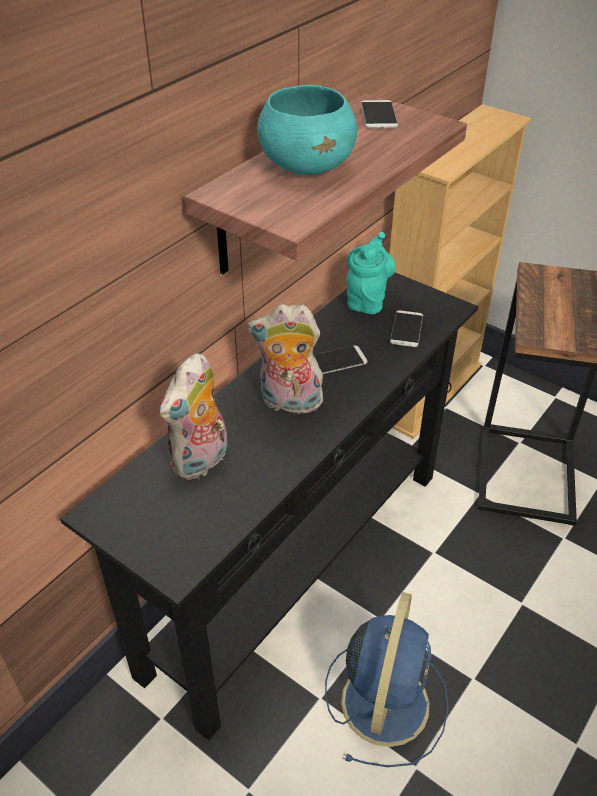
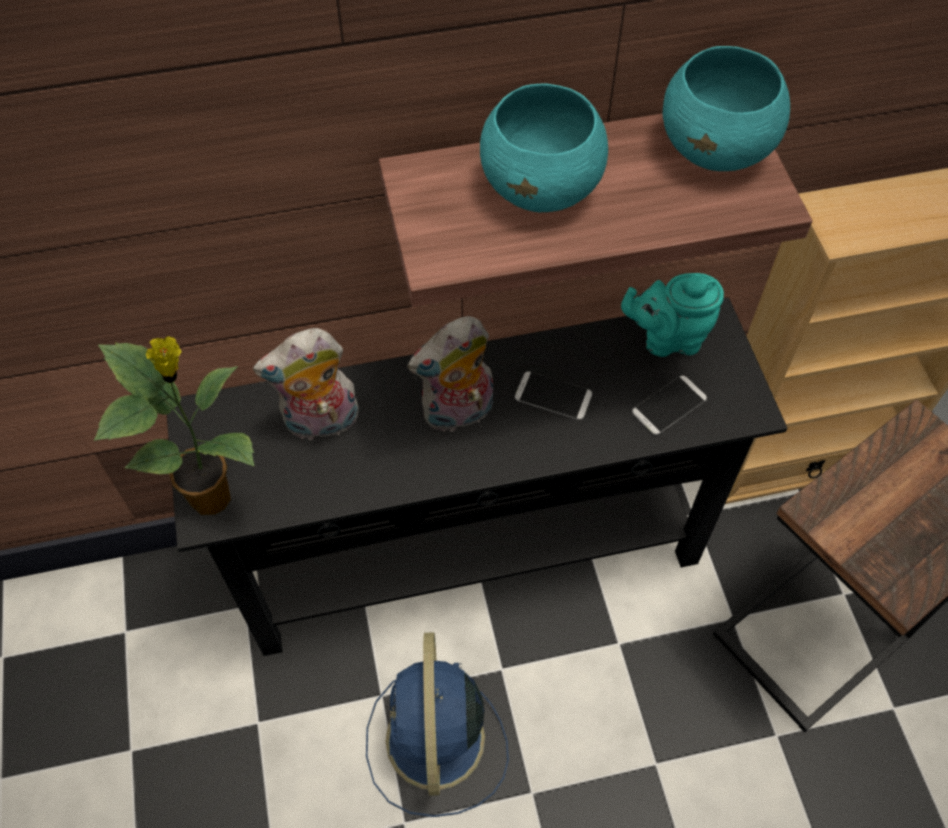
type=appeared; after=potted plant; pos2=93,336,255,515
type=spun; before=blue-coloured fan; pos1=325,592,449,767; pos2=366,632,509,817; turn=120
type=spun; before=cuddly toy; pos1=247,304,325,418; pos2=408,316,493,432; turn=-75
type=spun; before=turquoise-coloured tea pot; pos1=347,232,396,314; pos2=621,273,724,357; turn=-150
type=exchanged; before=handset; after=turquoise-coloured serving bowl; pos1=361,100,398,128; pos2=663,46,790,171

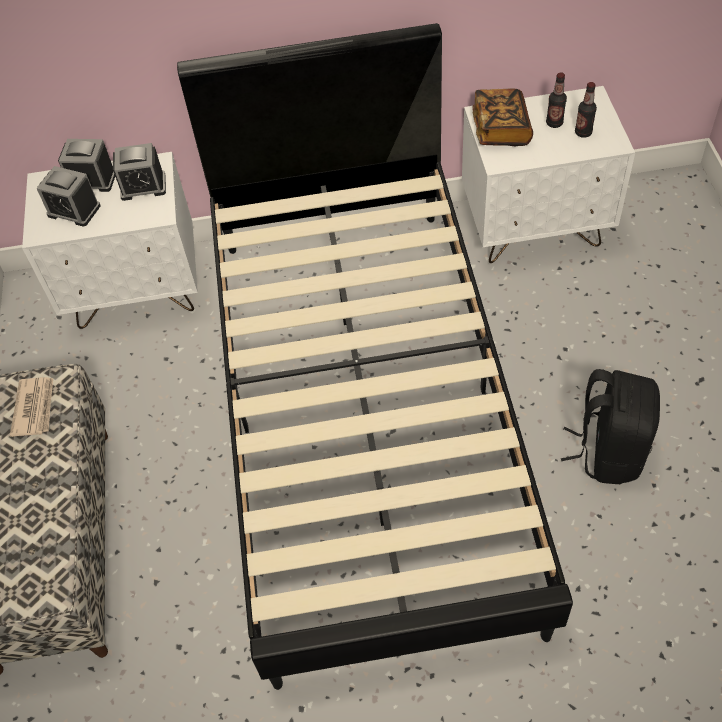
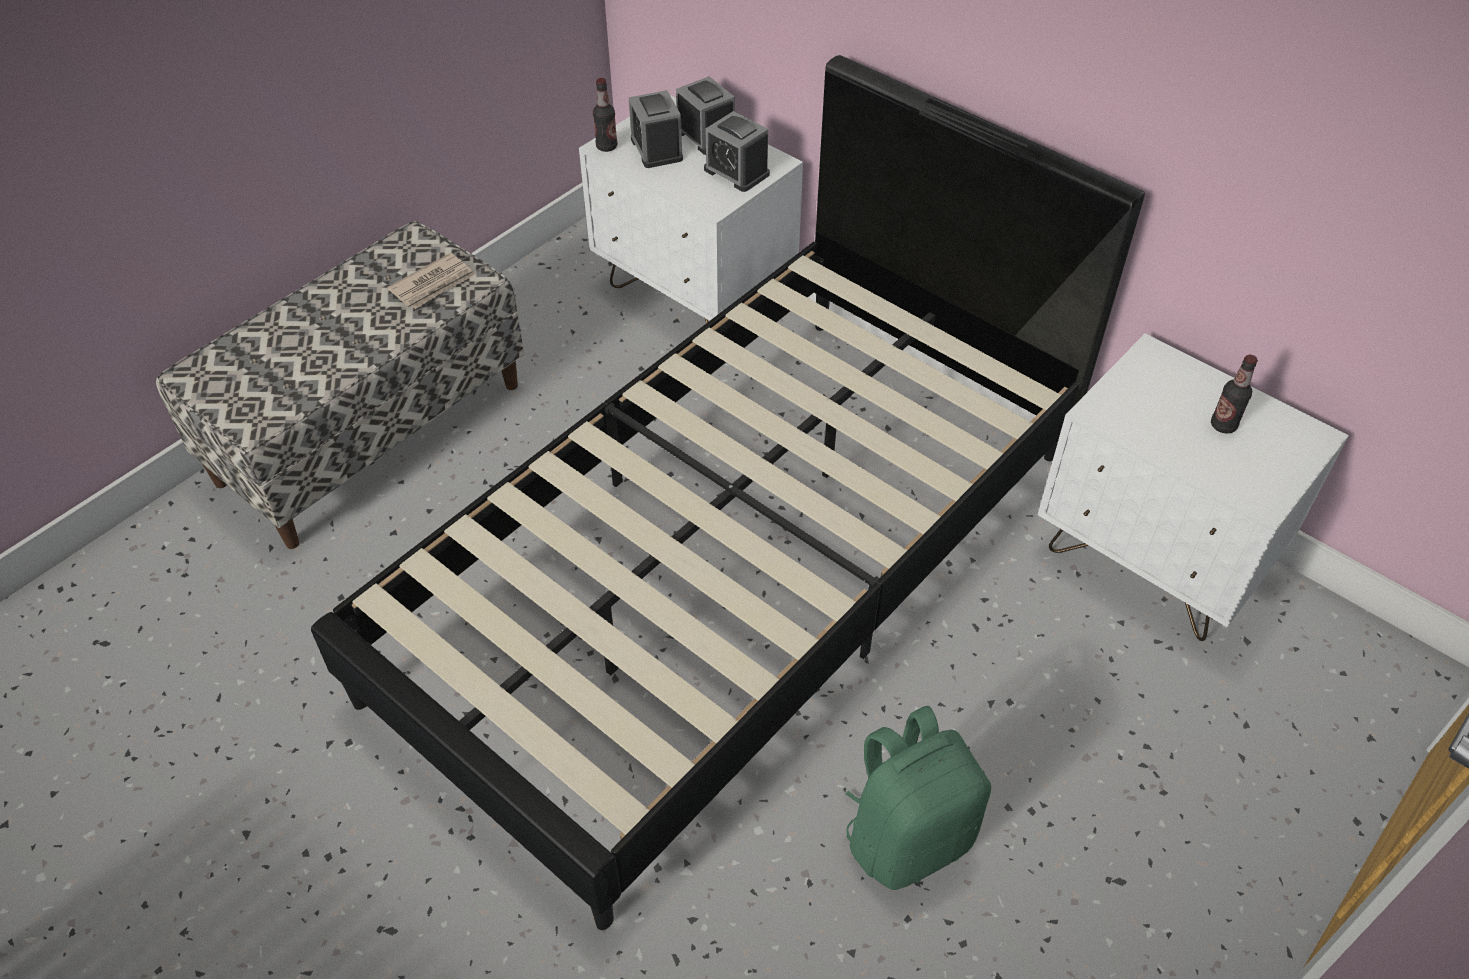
type=relocated; before=drink bottle; pos1=575,82,597,138; pos2=593,78,617,152
type=colour; before=black-coloured backpack; after=green-coloured backpack; pos1=561,369,660,484; pos2=845,706,991,890
type=missing; before=book; pos1=472,89,533,146

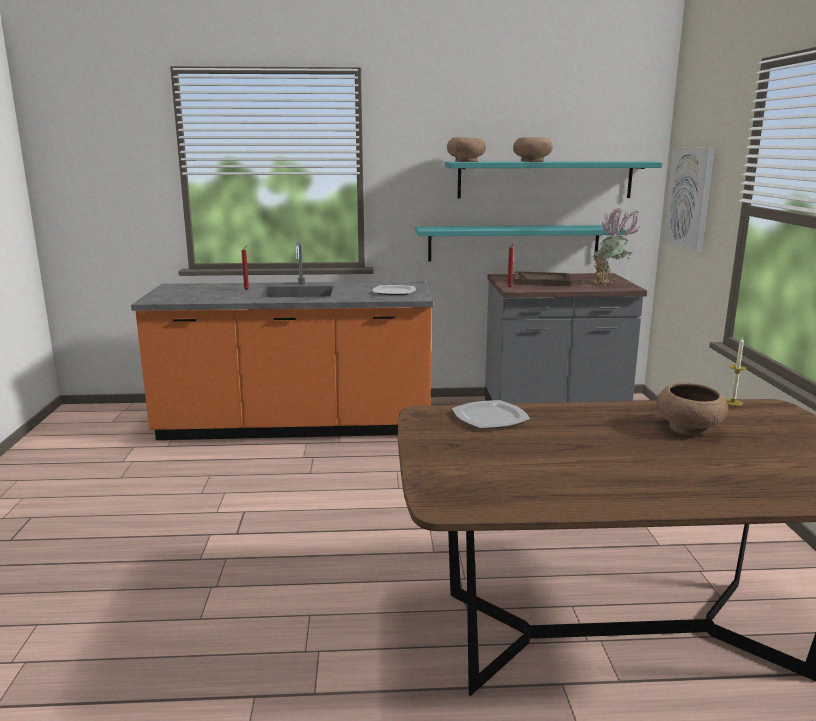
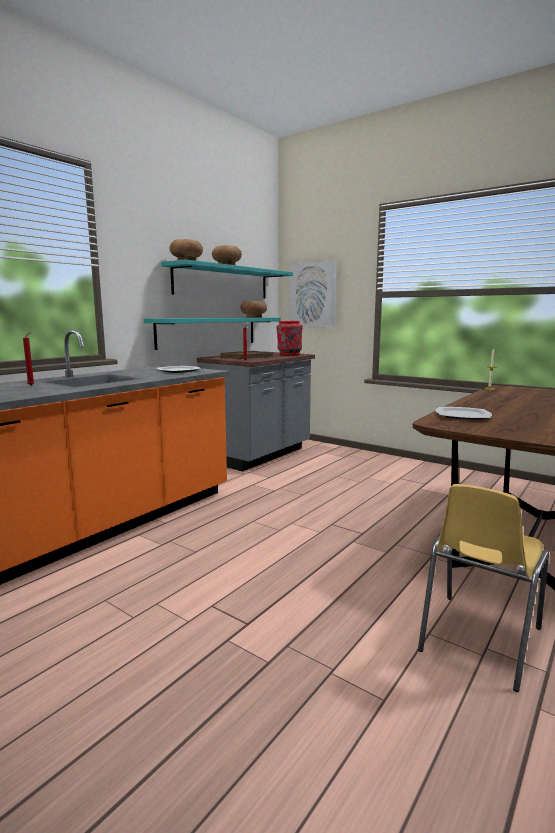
type=relocated; before=brown-coloured serving bowl; pos1=656,383,728,435; pos2=240,301,267,318
type=exchanged; before=potted plant; after=red decorative vase; pos1=592,208,639,285; pos2=276,321,303,355
type=appeared; after=yellowish plain chair; pos2=418,484,549,692

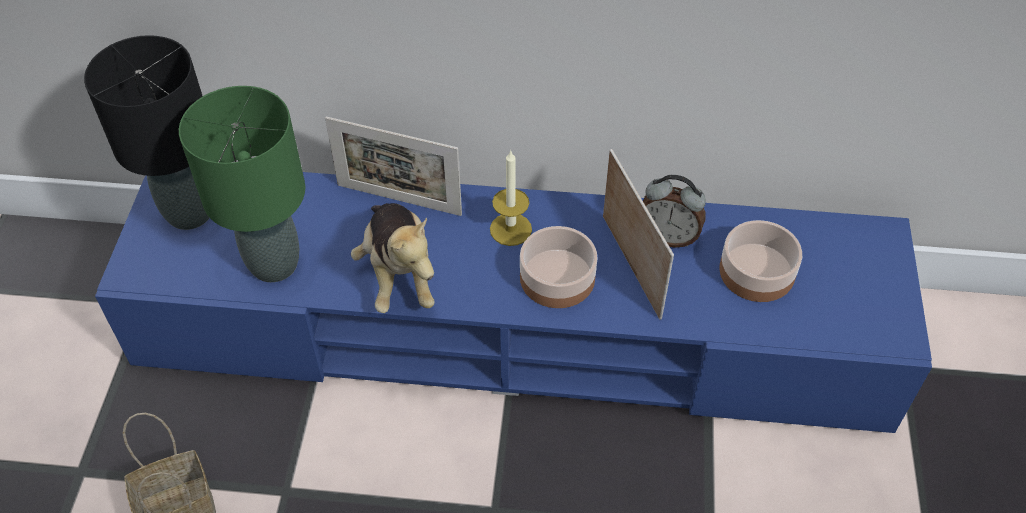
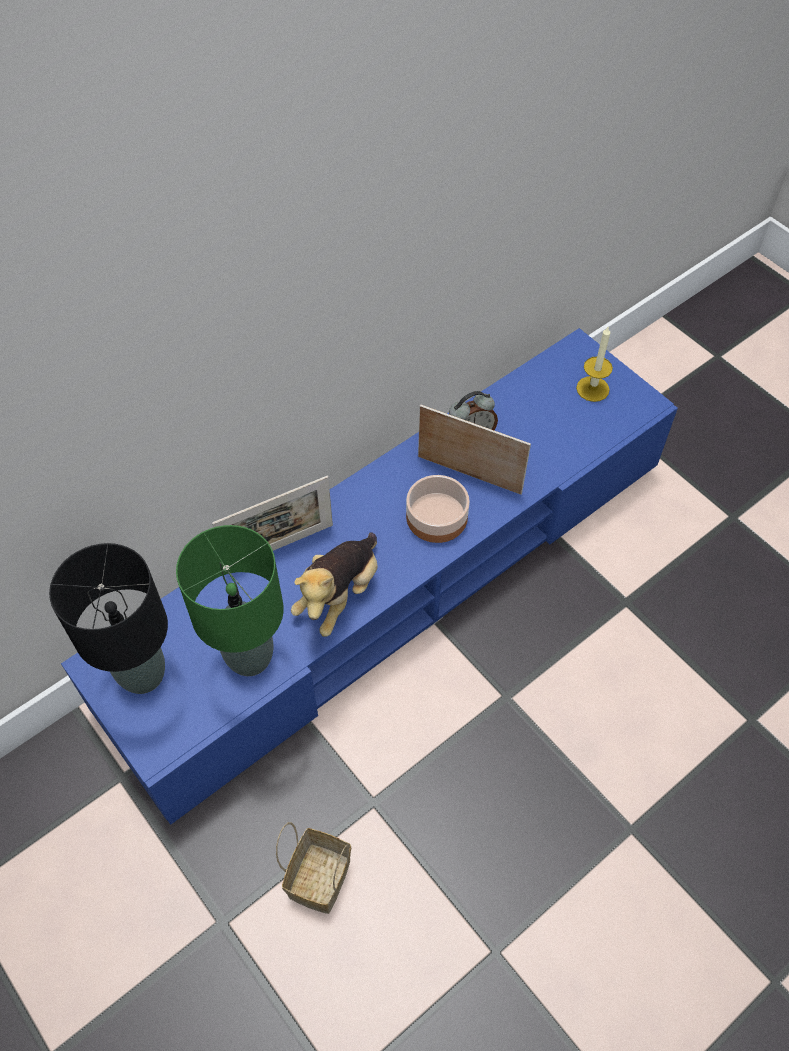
type=spun; before=cuddly toy; pos1=351,203,435,313; pos2=291,532,378,637; turn=90
type=relocated; before=candle; pos1=490,150,532,246; pos2=576,327,613,402
type=missing; before=serving bowl; pos1=719,220,802,302

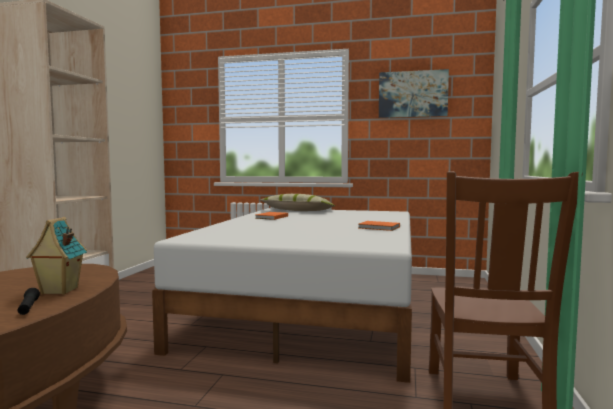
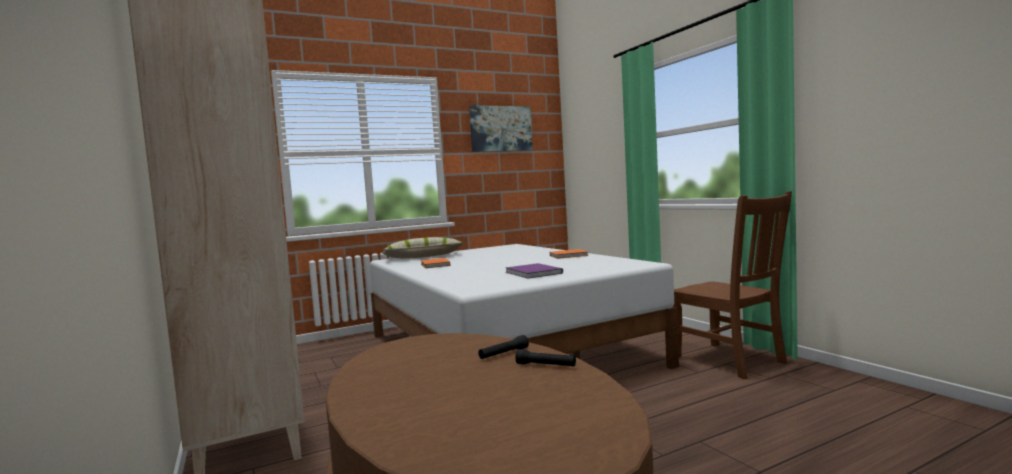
type=exchanged; before=toy house; after=black-coloured flashlight; pos1=26,217,87,295; pos2=478,335,529,359
type=appeared; after=purple-coloured book; pos2=506,263,563,279

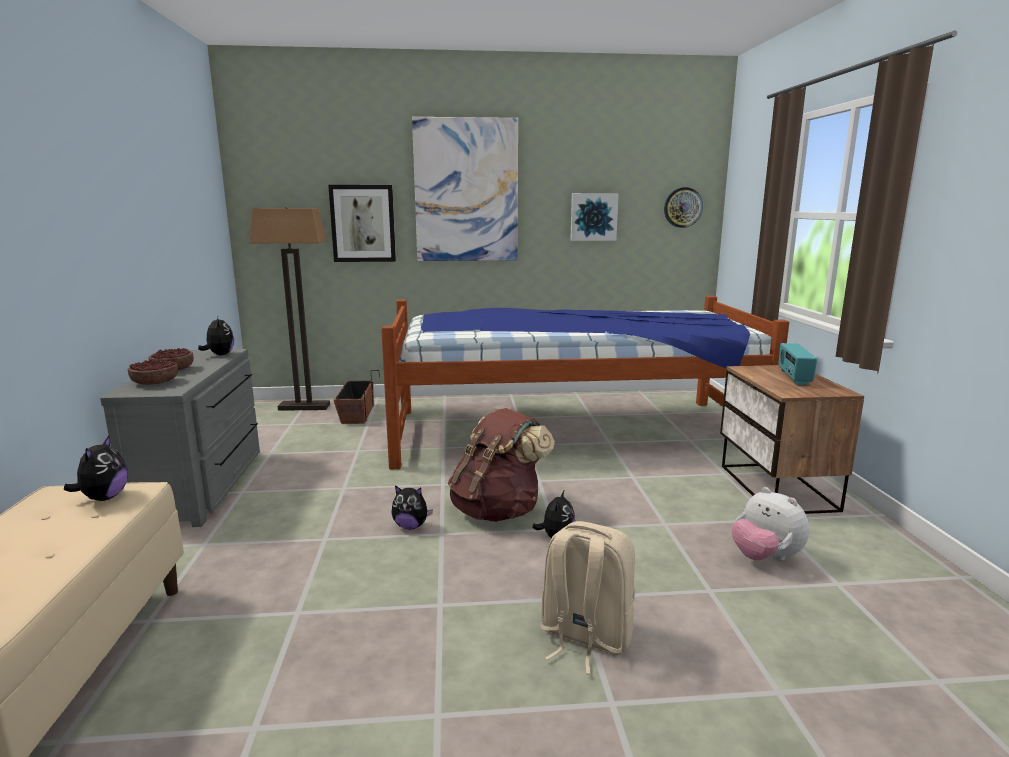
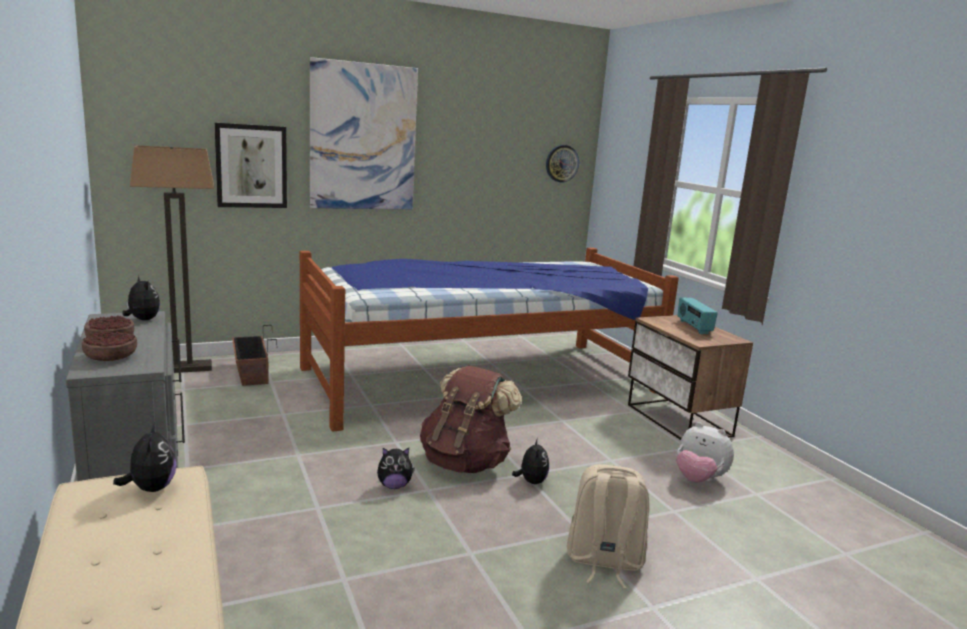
type=missing; before=wall art; pos1=570,193,619,241

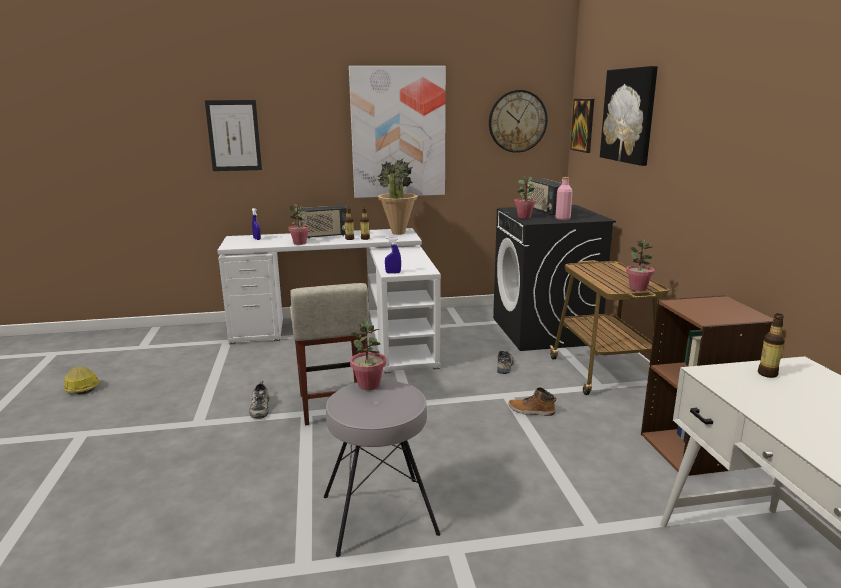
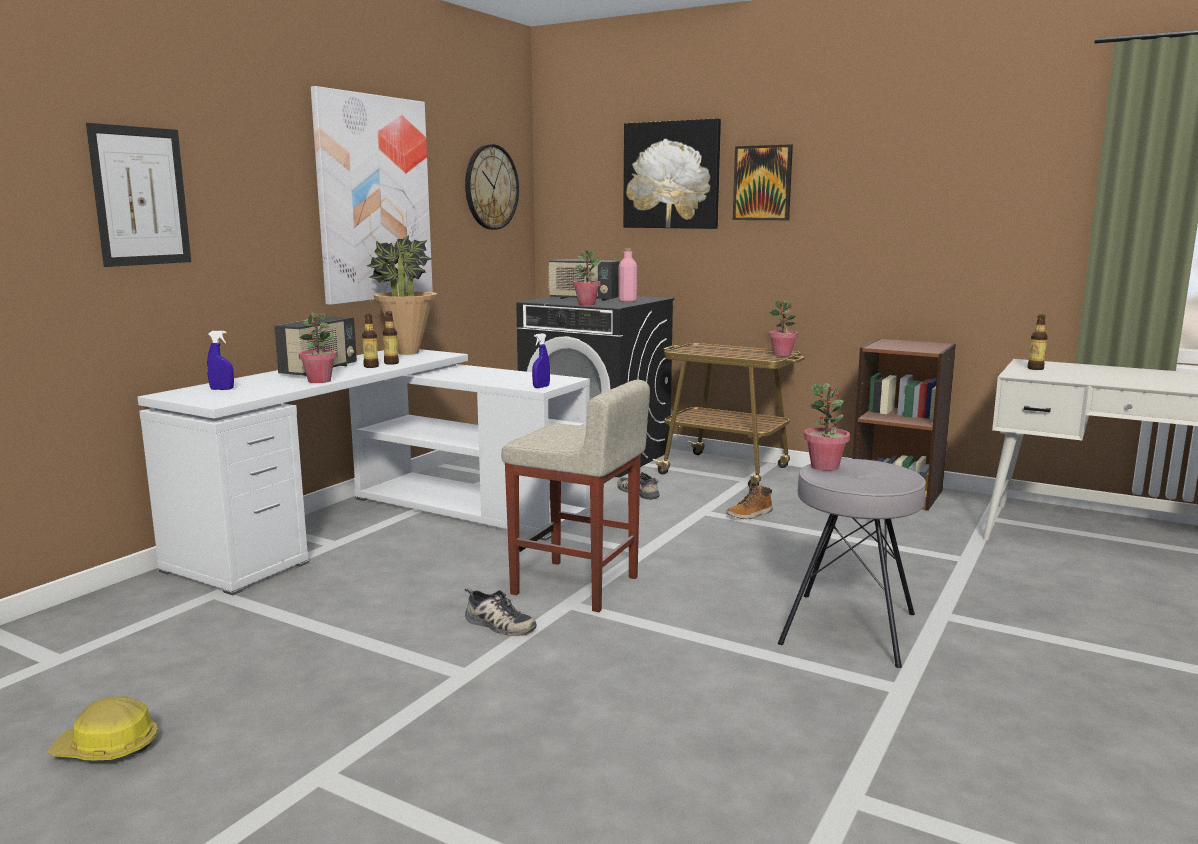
type=relocated; before=wall art; pos1=570,99,594,153; pos2=733,144,793,220

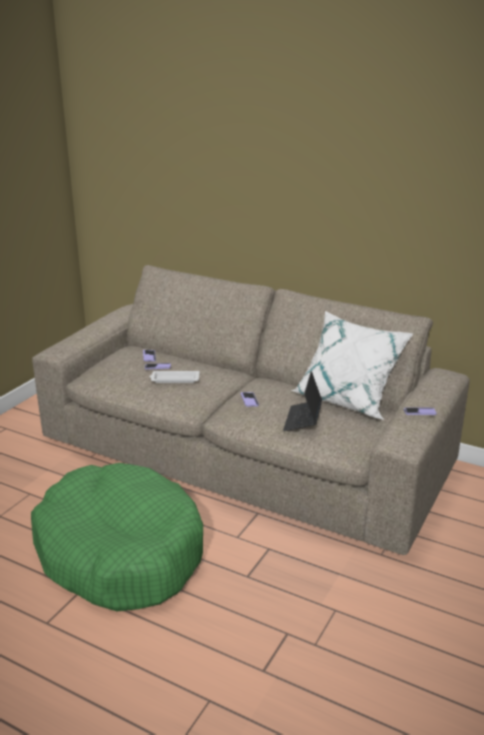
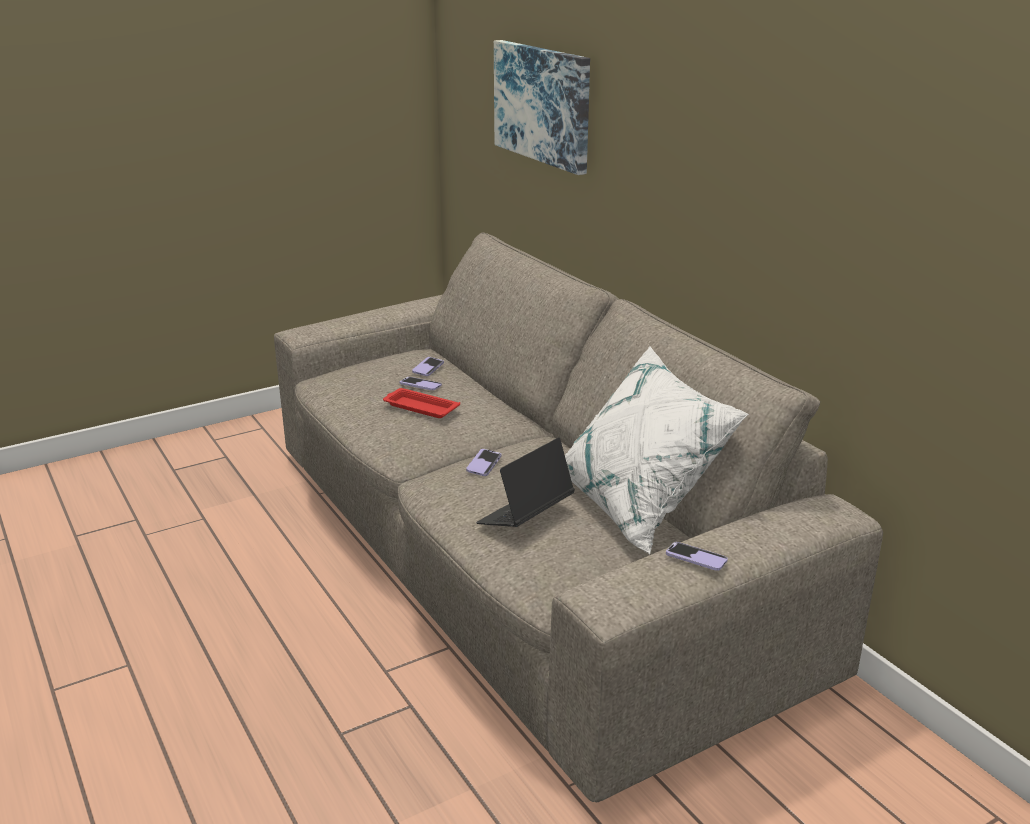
type=colour; before=whitish tray; after=red tray; pos1=149,370,200,383; pos2=383,388,460,418
type=appeared; after=wall art; pos2=494,40,590,175
type=missing; before=green-coloured dog bed; pos1=31,463,203,611

